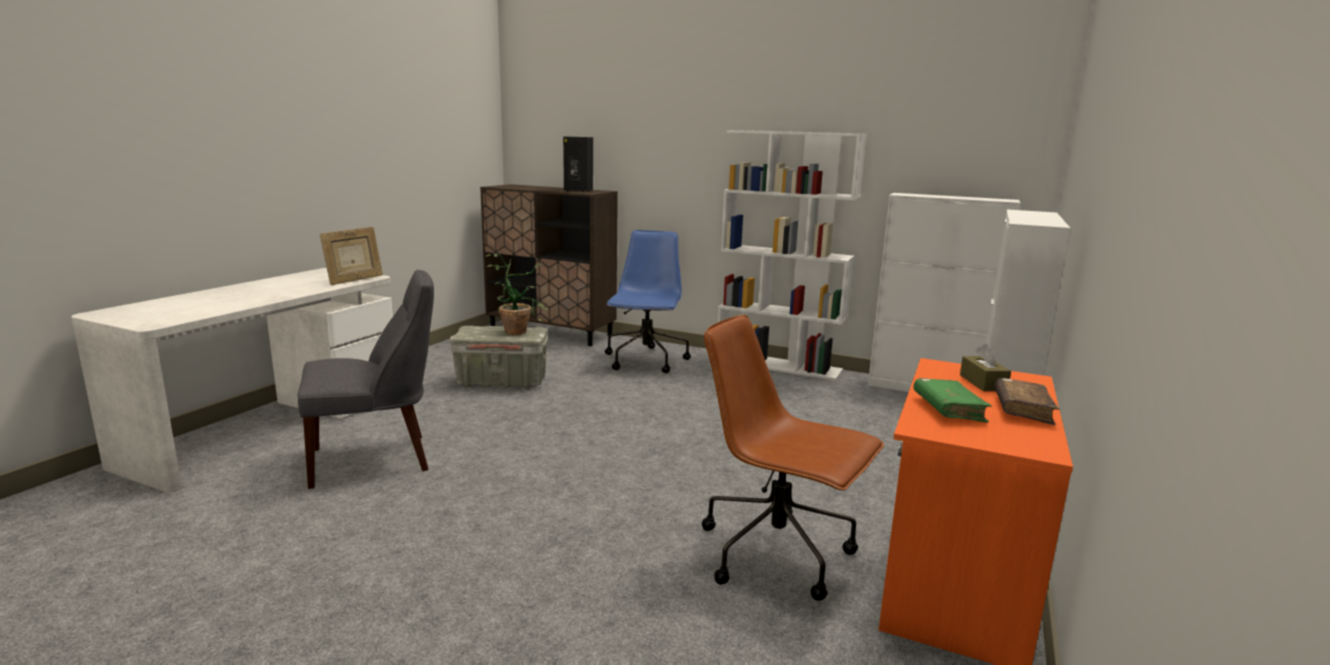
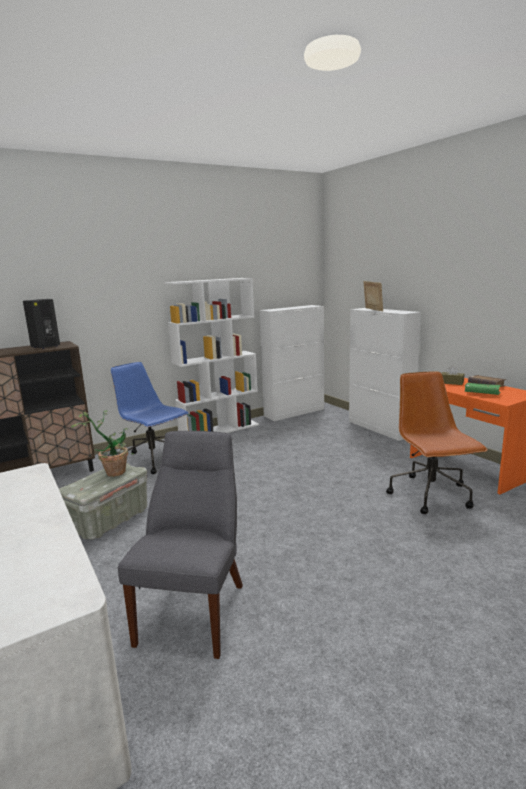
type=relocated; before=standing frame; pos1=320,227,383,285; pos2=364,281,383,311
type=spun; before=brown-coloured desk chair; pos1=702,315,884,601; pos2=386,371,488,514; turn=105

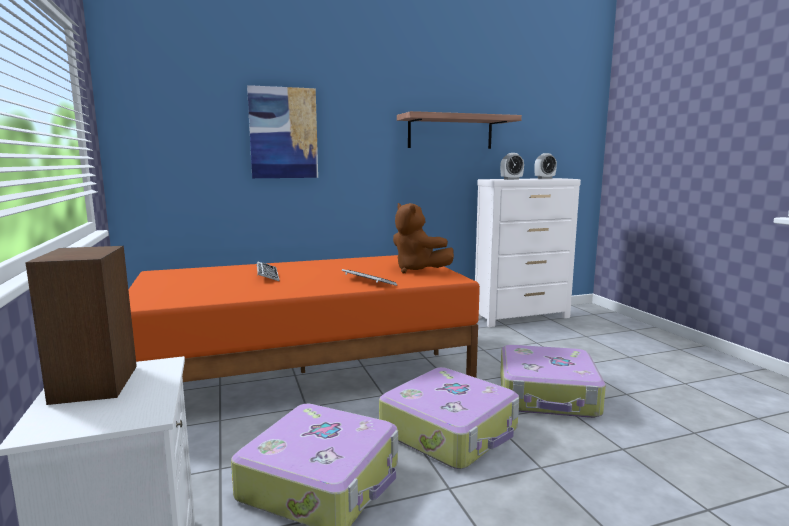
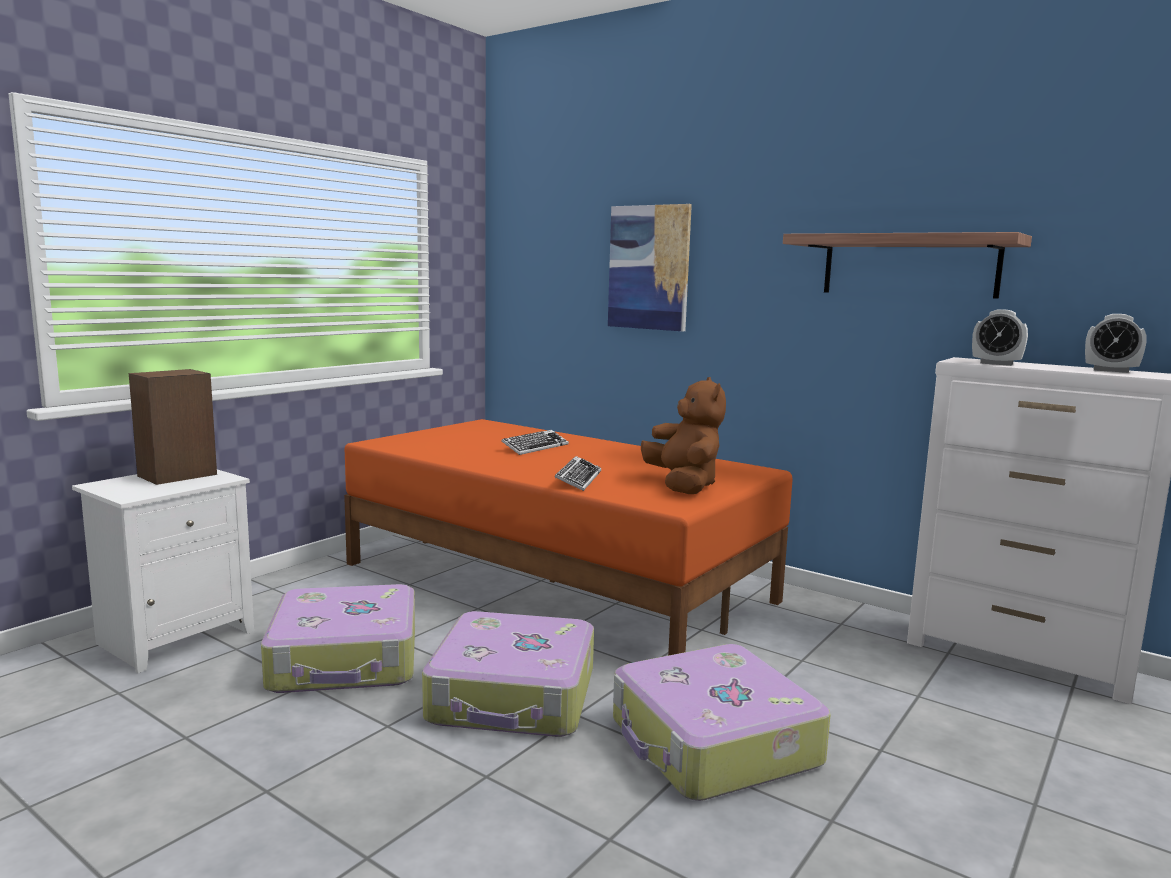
type=spun; before=brown-coloured cuddly toy; pos1=393,203,454,273; pos2=641,377,726,494; turn=150

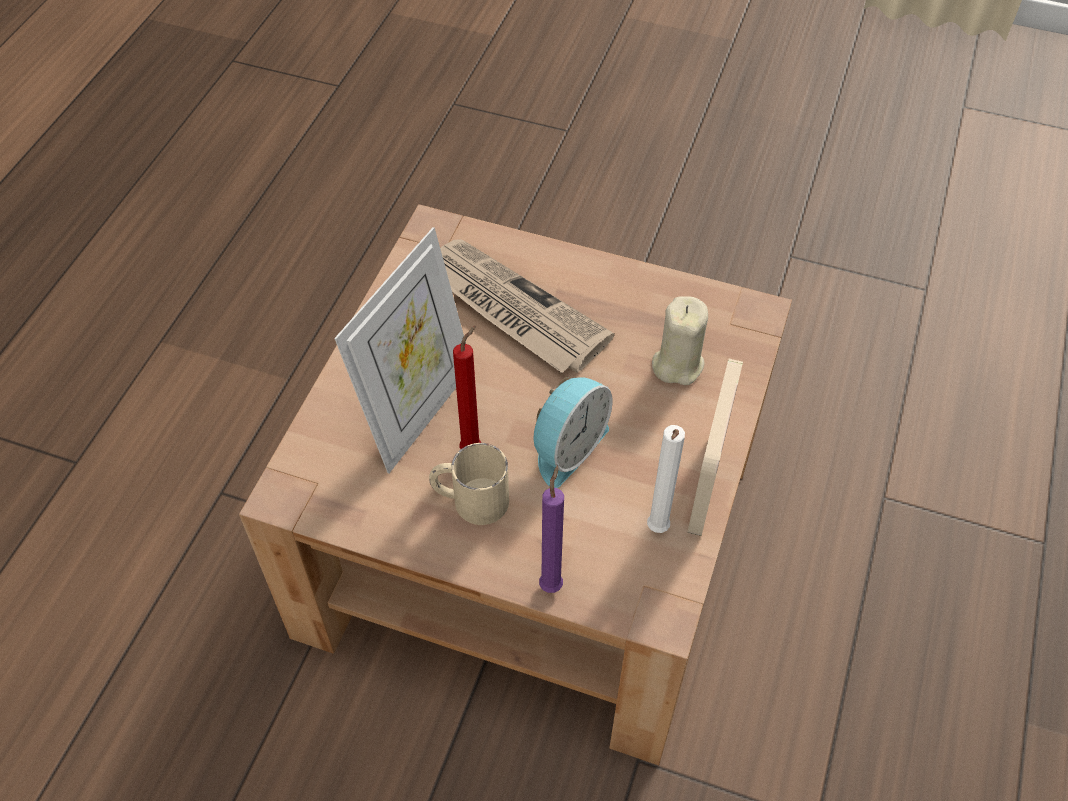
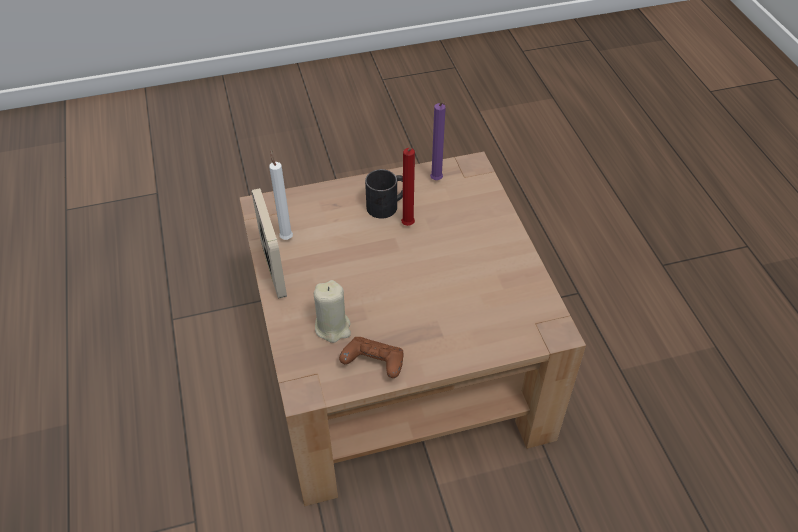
type=appeared; after=brown-coloured joypad; pos2=339,337,403,378
type=colour; before=beige mug; after=black-coloured mug; pos1=429,443,509,525; pos2=365,169,403,219
type=relocated; before=purple-coloured candle; pos1=539,465,564,593; pos2=430,102,446,180
type=missing; before=standing frame; pos1=334,227,466,473
type=missing; before=daily paper; pos1=440,239,615,373
type=missing; before=bedside clock; pos1=534,377,613,488

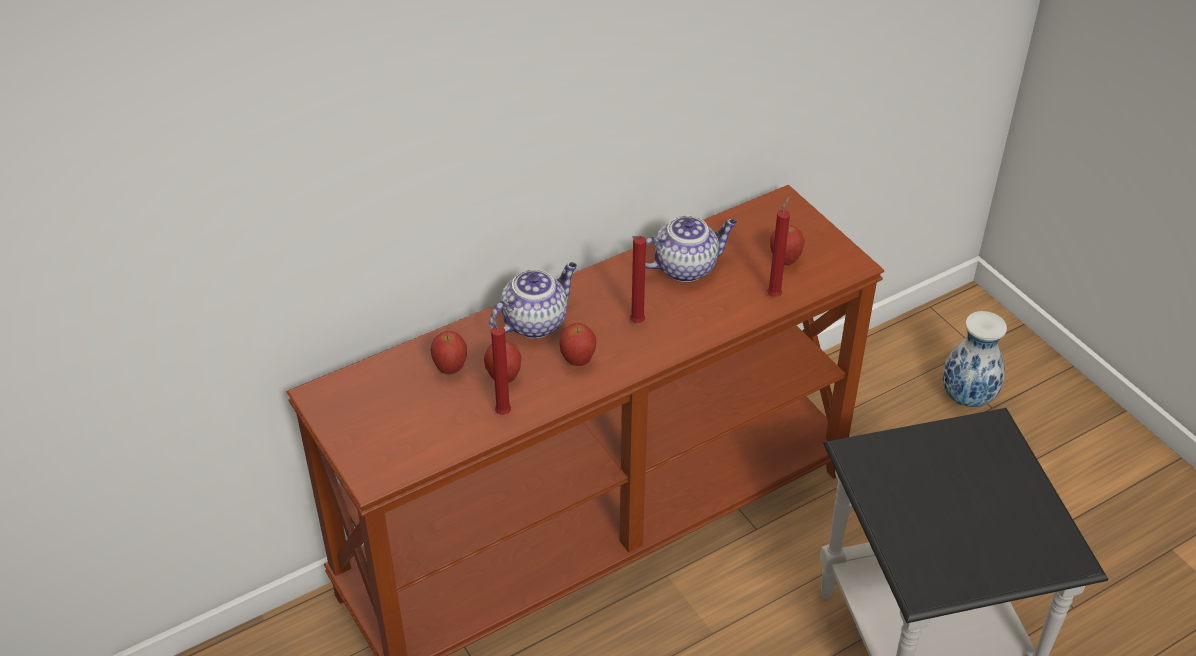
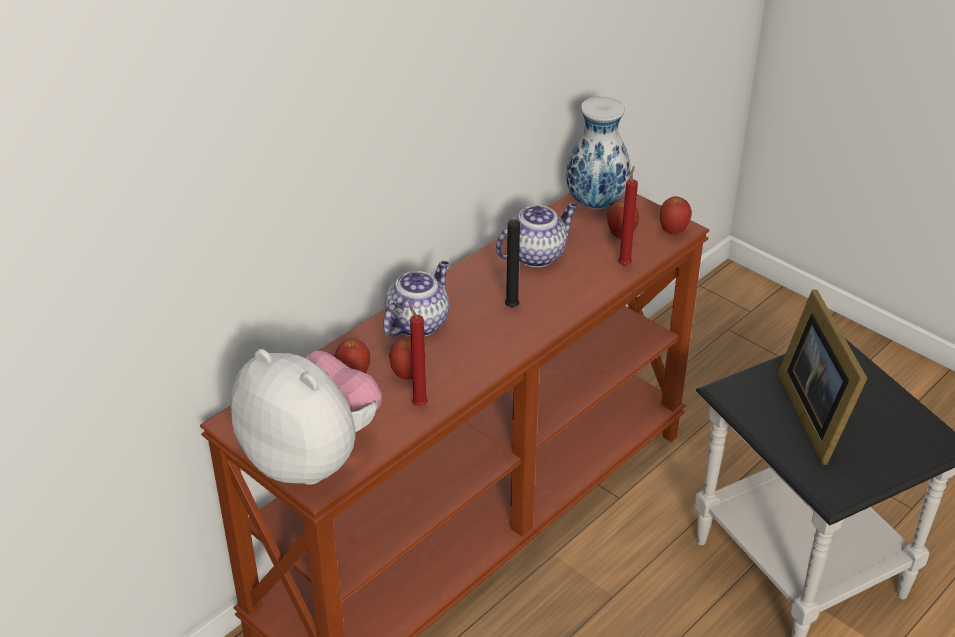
type=appeared; after=cuddly toy; pos2=230,349,382,485
type=colour; before=red candle; after=black-coloured candle; pos1=630,236,646,323; pos2=505,219,520,308
type=relocated; before=decorative vase; pos1=942,311,1007,407; pos2=566,97,631,209
type=relocated; before=apple fruit; pos1=559,323,596,366; pos2=660,196,692,235
type=appeared; after=standing frame; pos2=778,289,867,465

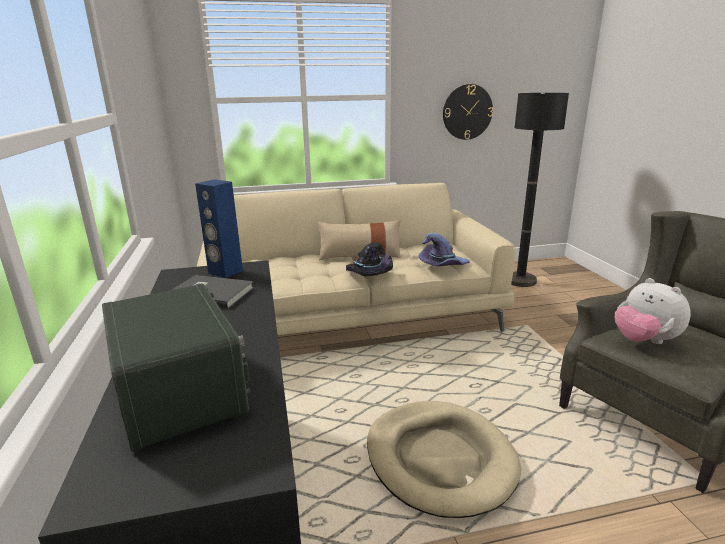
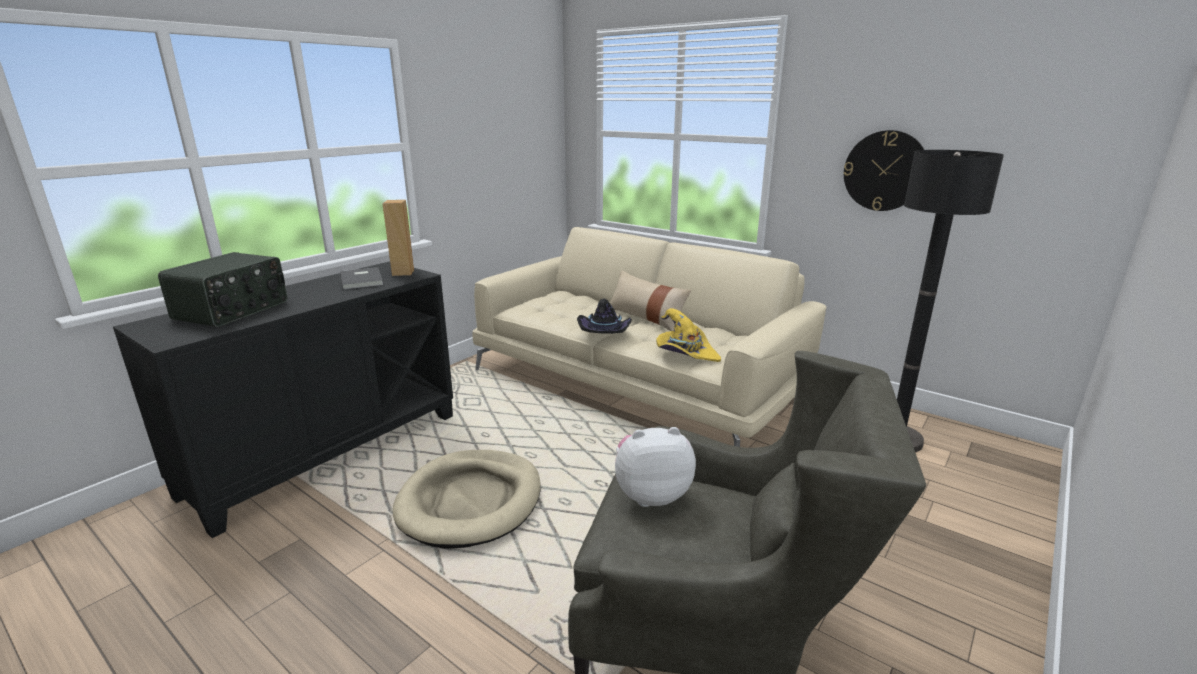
type=colour; before=blue-coloured audio speaker; after=brown-coloured audio speaker; pos1=195,179,243,278; pos2=382,200,414,276
type=spun; before=cuddly toy; pos1=615,278,691,344; pos2=615,427,696,507; turn=60
type=colour; before=purple-coloured clothing hat; after=yellowish clothing hat; pos1=418,233,470,266; pos2=656,308,721,362

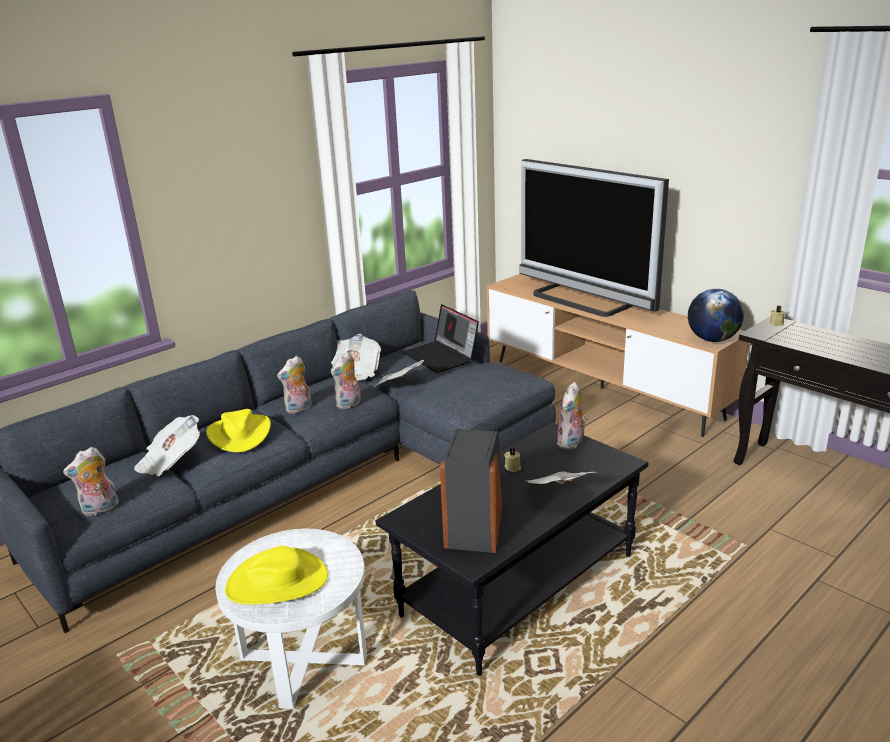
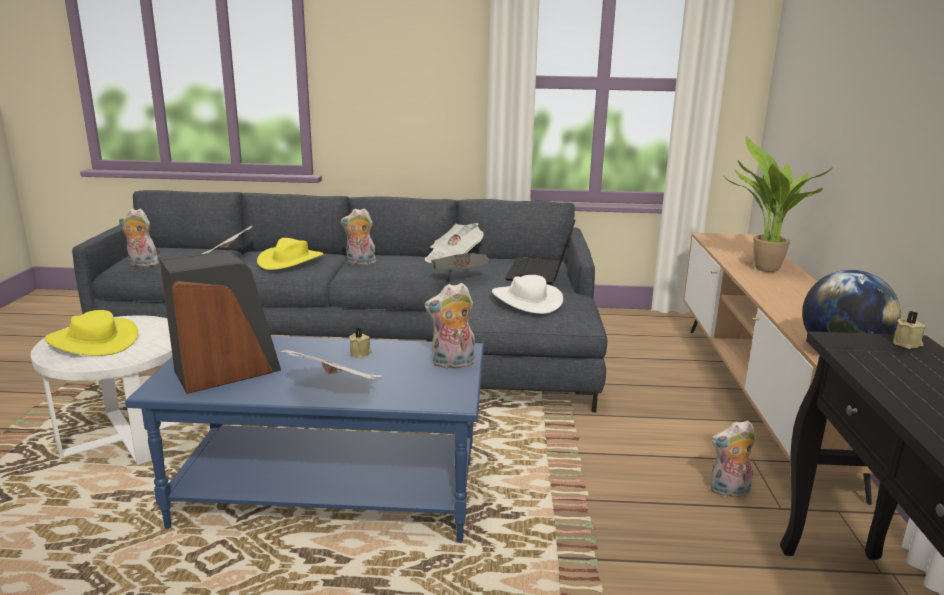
type=colour; before=black-coloured coffee table; after=blue-coloured coffee table; pos1=376,422,649,676; pos2=125,336,484,543
type=appeared; after=whitish clothing hat; pos2=492,275,563,314
type=relocated; before=cuddly toy; pos1=331,352,361,409; pos2=710,421,756,497
type=exchanged; before=TV set; after=potted plant; pos1=519,159,669,317; pos2=726,136,833,272

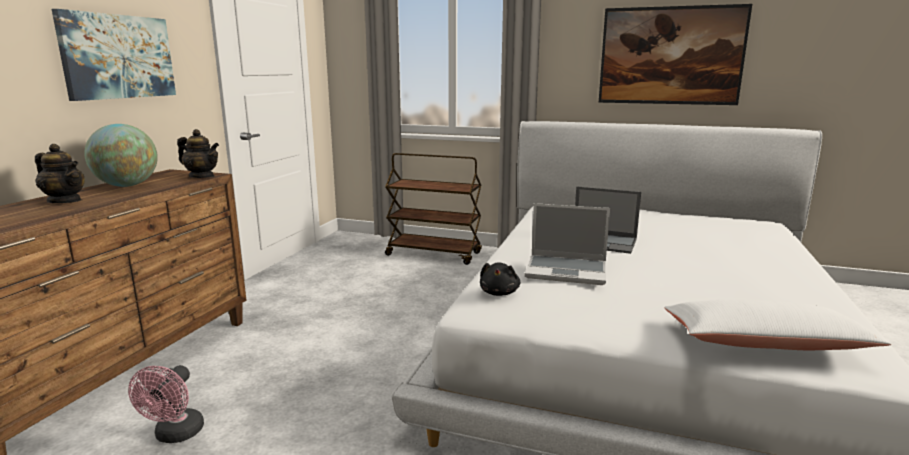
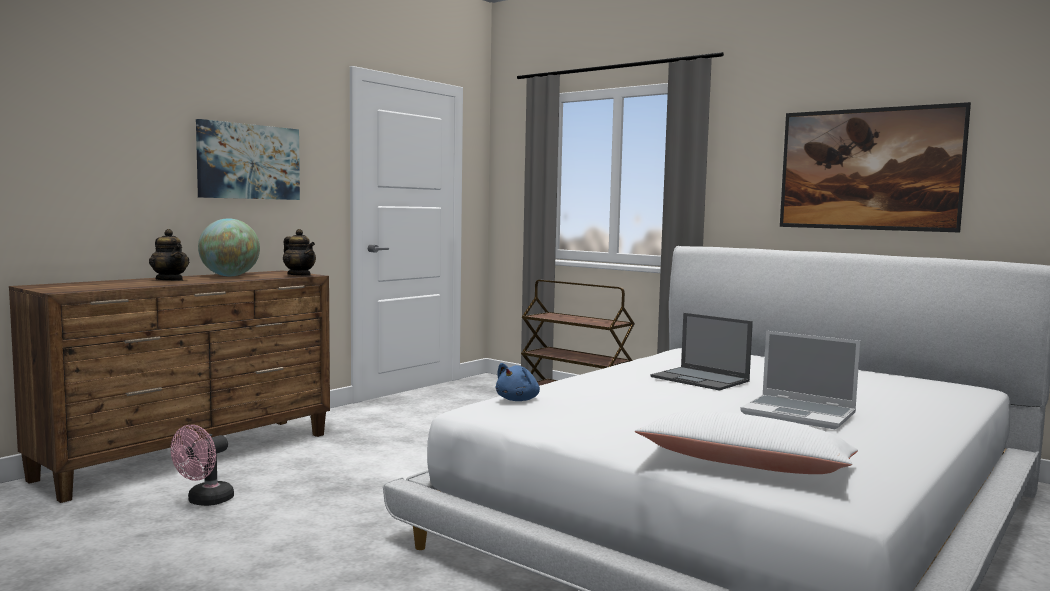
type=colour; before=black-coloured cuddly toy; after=blue-coloured cuddly toy; pos1=480,263,520,296; pos2=496,363,540,401
type=relocated; before=portable computer; pos1=525,203,610,285; pos2=741,331,860,429

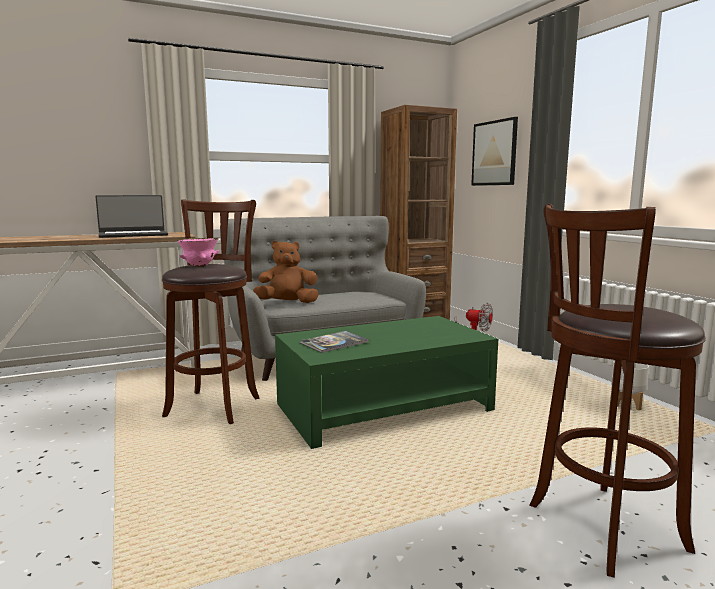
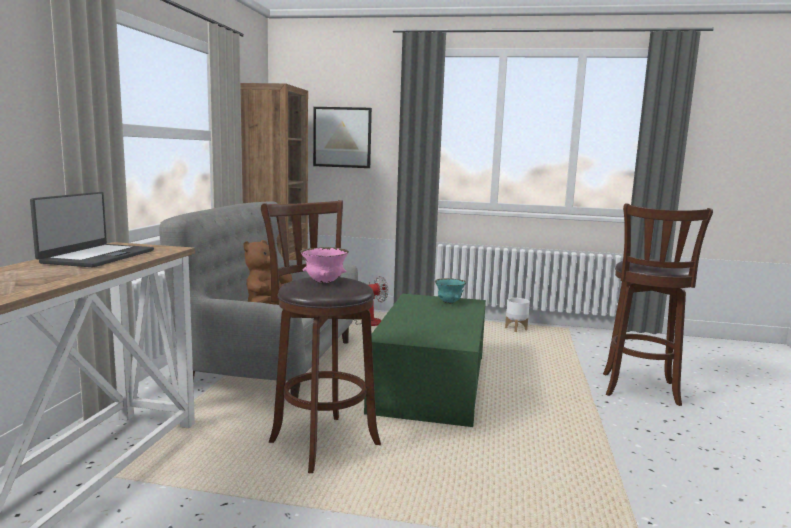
type=appeared; after=turquoise-coloured serving bowl; pos2=435,278,466,303
type=missing; before=book; pos1=300,331,369,353

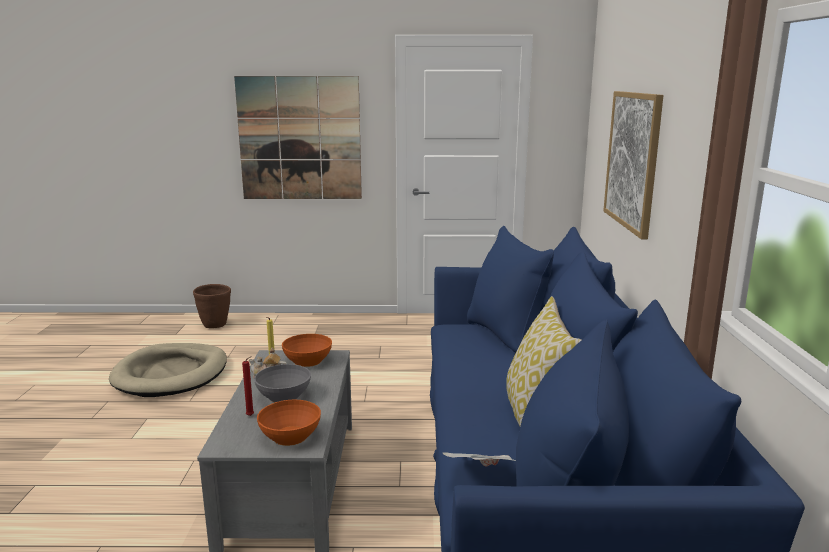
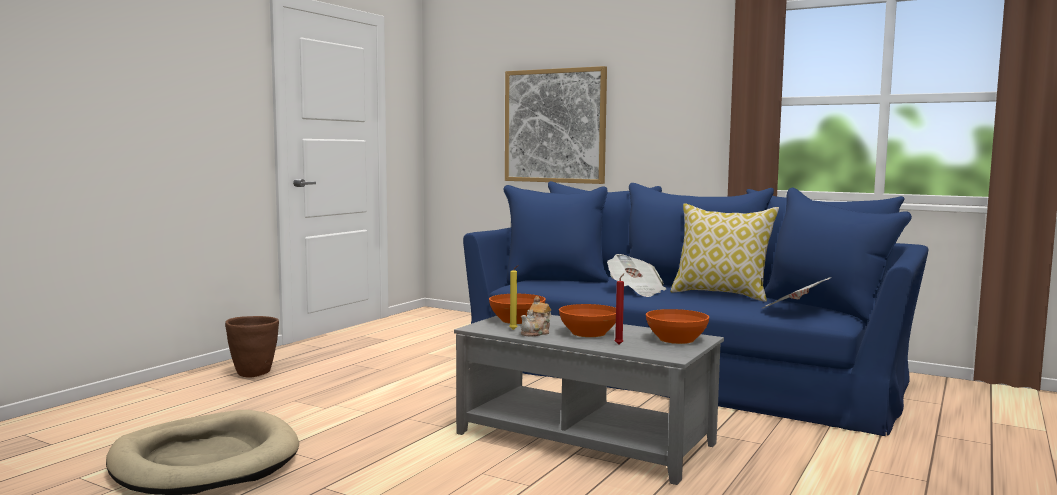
type=relocated; before=brown-coloured plant pot; pos1=193,284,231,328; pos2=225,316,279,377
type=colour; before=grey serving bowl; after=orange-coloured serving bowl; pos1=254,364,311,402; pos2=559,304,616,337
type=appeared; after=daily paper; pos2=607,254,666,297
type=missing; before=wall art; pos1=234,76,362,199

